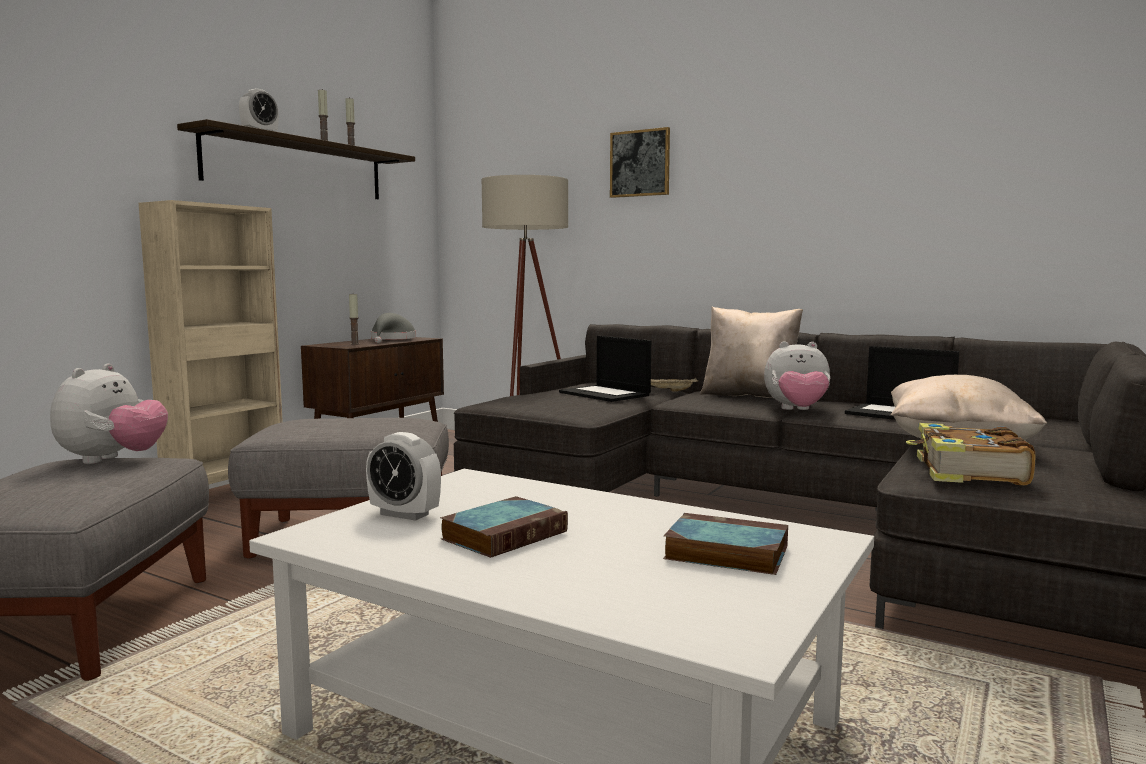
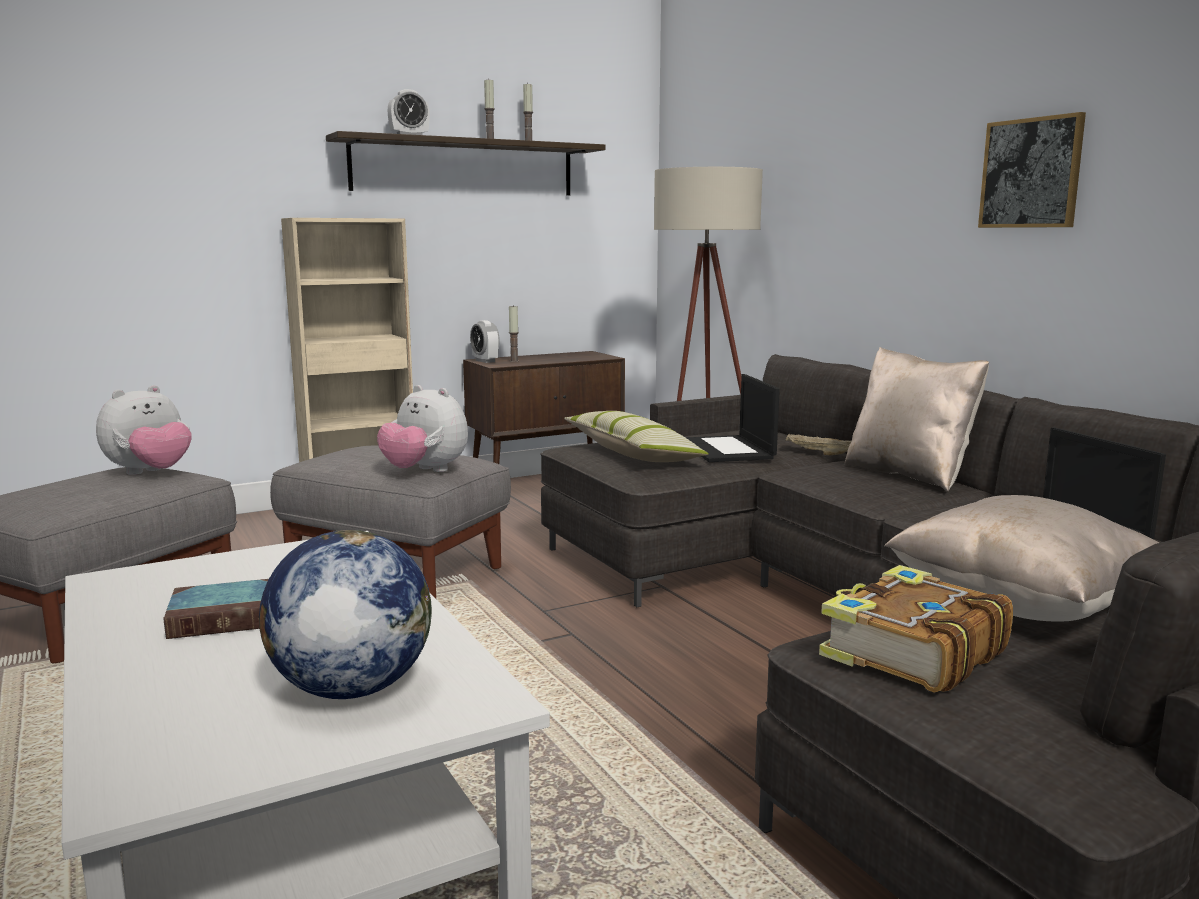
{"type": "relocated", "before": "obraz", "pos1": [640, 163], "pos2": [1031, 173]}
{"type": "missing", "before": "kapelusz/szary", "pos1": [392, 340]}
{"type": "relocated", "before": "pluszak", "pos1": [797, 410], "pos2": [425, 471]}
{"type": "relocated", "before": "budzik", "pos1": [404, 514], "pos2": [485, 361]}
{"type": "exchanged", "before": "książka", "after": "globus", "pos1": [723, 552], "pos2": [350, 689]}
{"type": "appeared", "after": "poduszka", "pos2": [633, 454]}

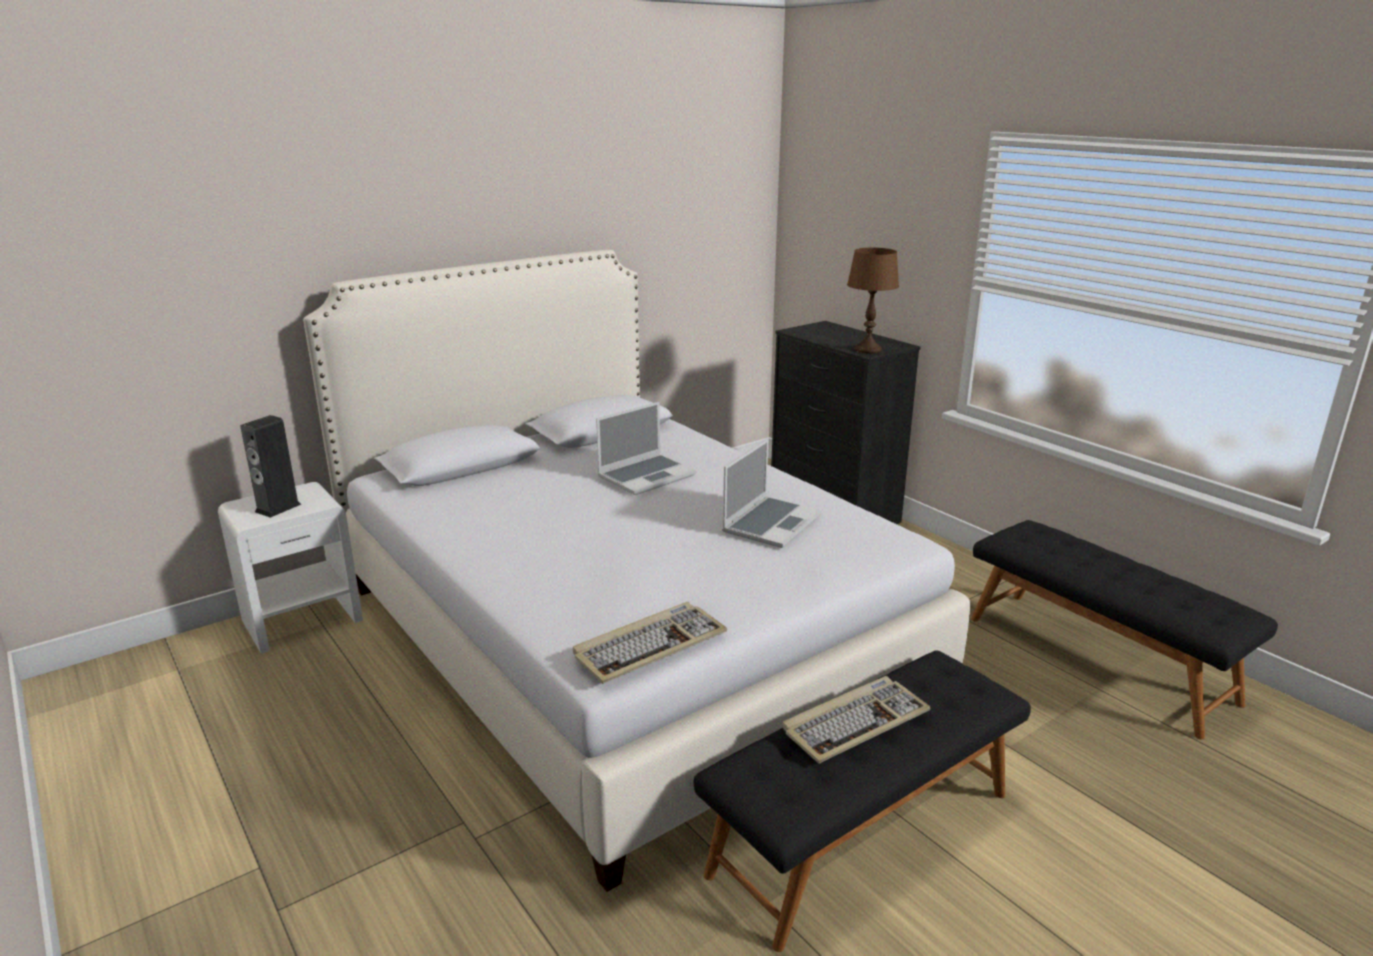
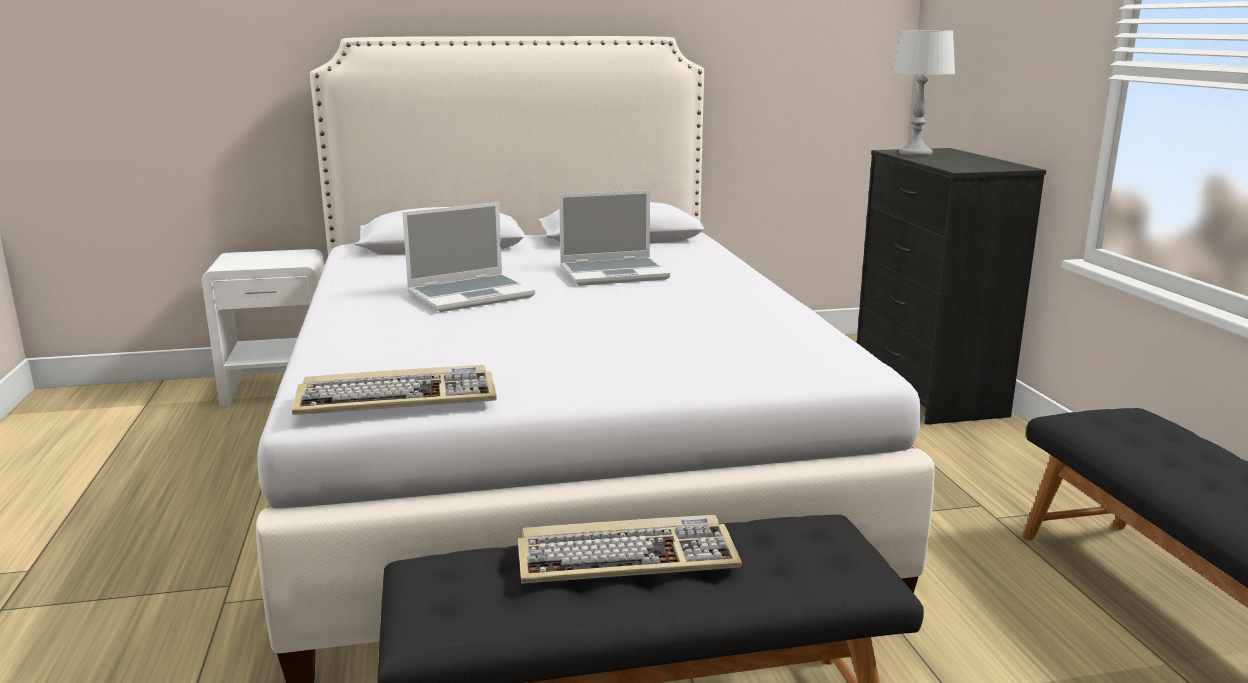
{"type": "missing", "before": "lampa stołowa/brązowy", "pos1": [868, 350]}
{"type": "missing", "before": "głośnik", "pos1": [278, 508]}
{"type": "relocated", "before": "laptop", "pos1": [771, 523], "pos2": [471, 295]}
{"type": "appeared", "after": "lampa stołowa/szary", "pos2": [914, 153]}

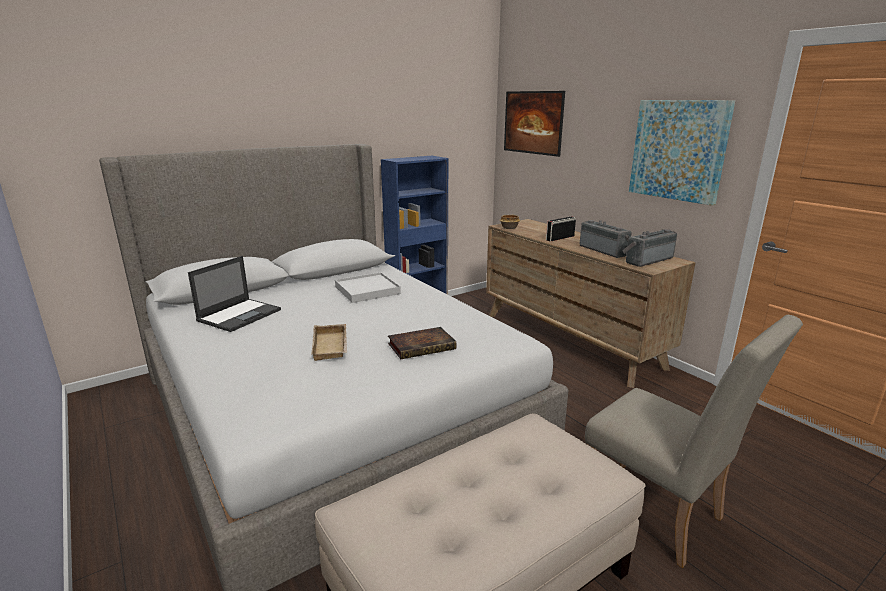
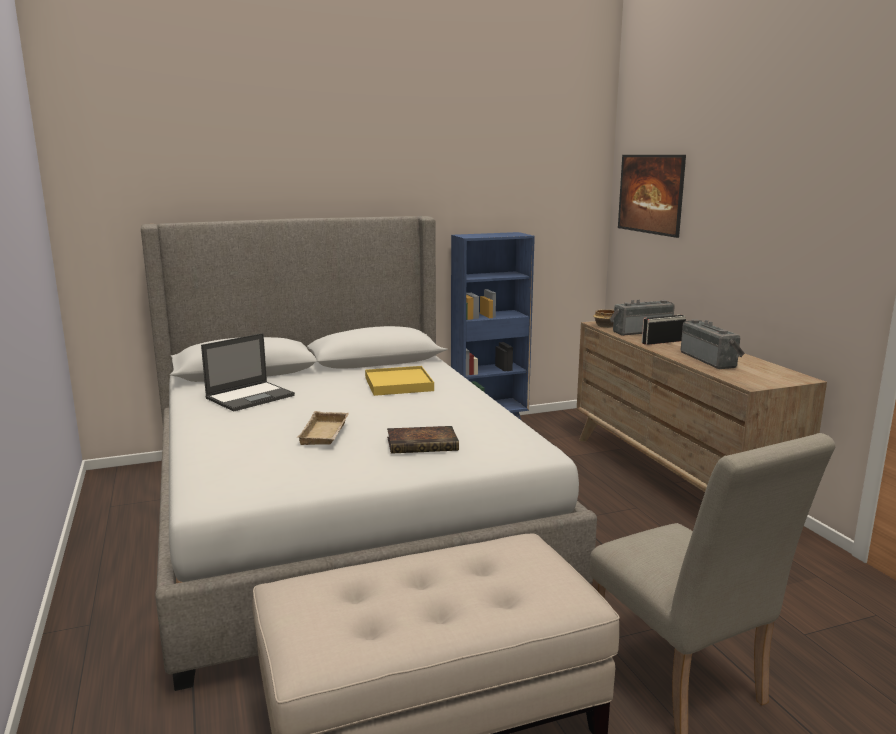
{"type": "missing", "before": "obraz", "pos1": [678, 150]}
{"type": "relocated", "before": "radio", "pos1": [646, 260], "pos2": [640, 331]}
{"type": "colour", "before": "taca/biały", "after": "taca/żółty", "pos1": [367, 290], "pos2": [399, 384]}

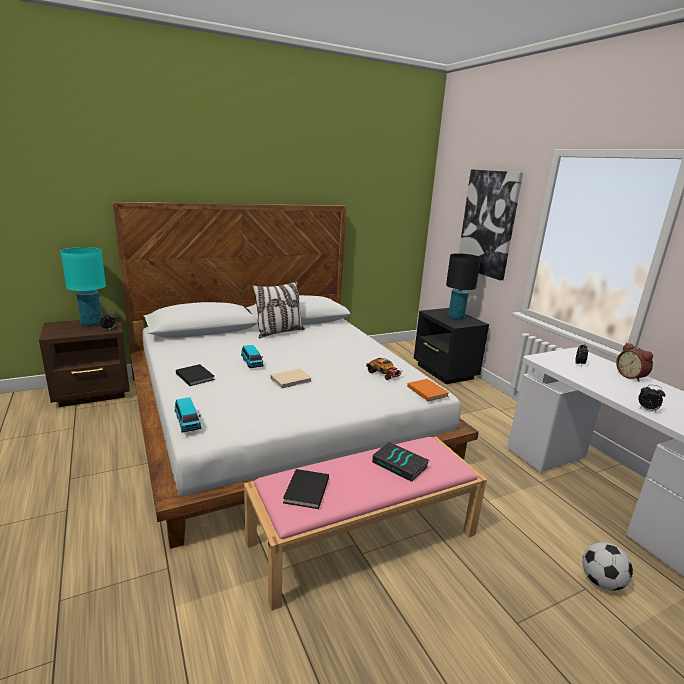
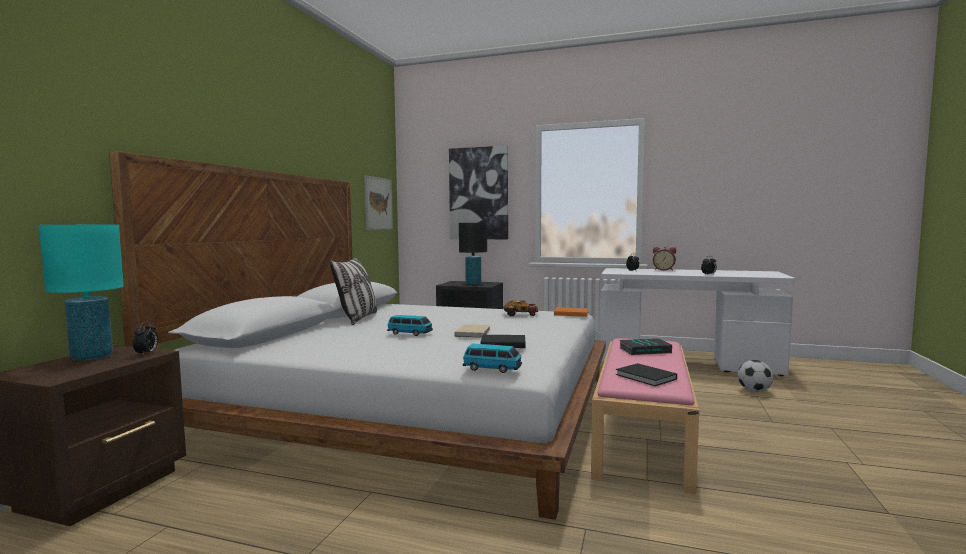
{"type": "relocated", "before": "książka/czarny", "pos1": [195, 376], "pos2": [502, 343]}
{"type": "appeared", "after": "obraz", "pos2": [378, 203]}

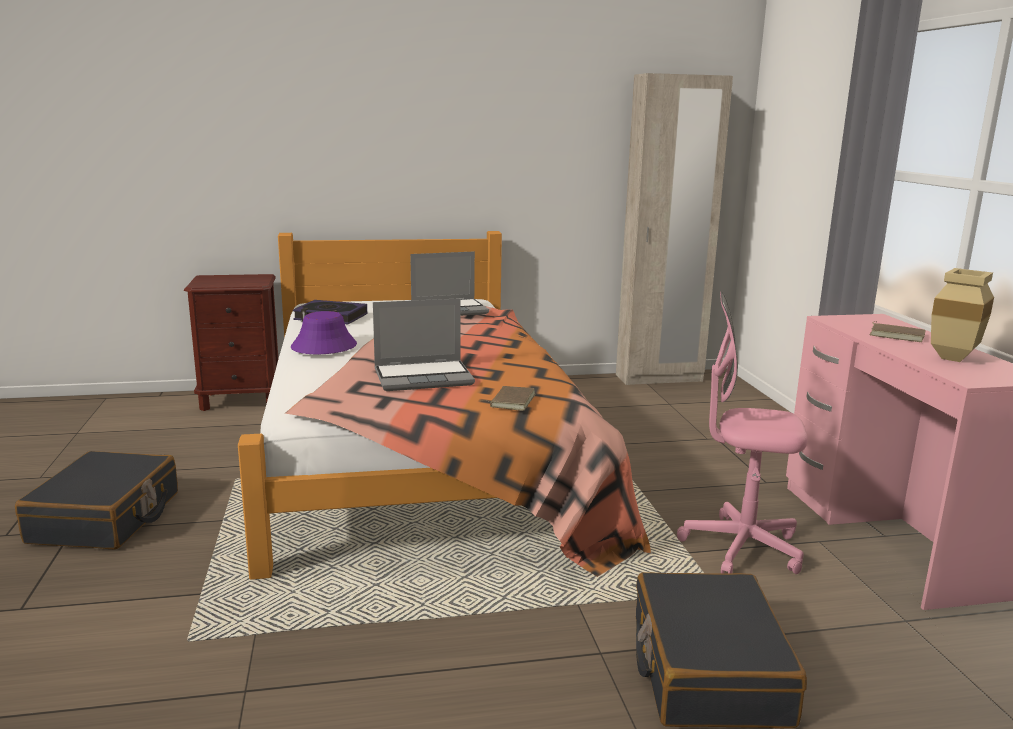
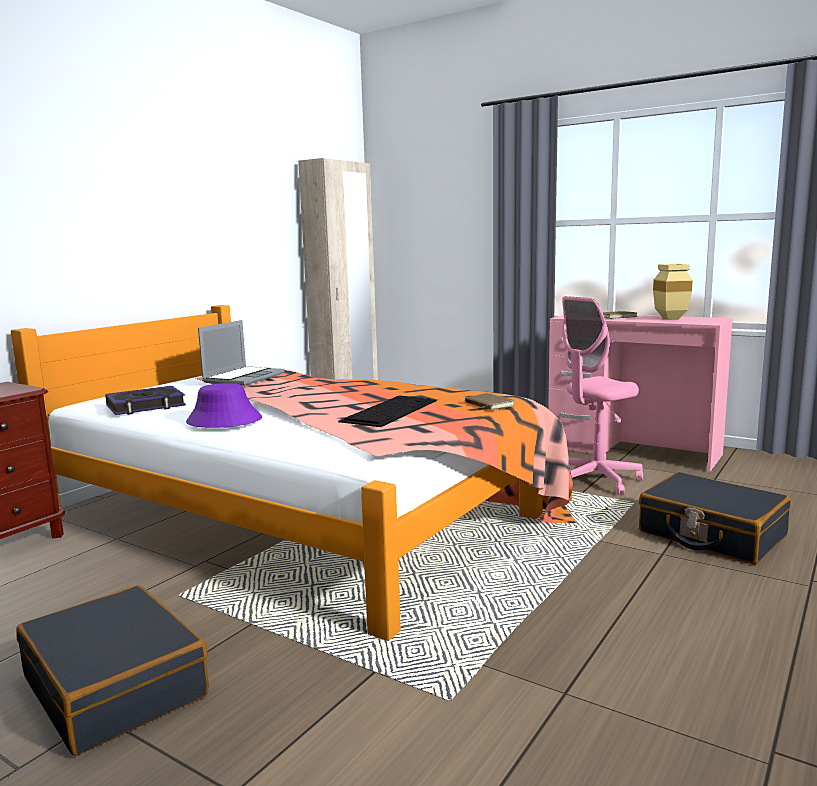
{"type": "exchanged", "before": "laptop", "after": "klawiatura", "pos1": [424, 377], "pos2": [389, 410]}

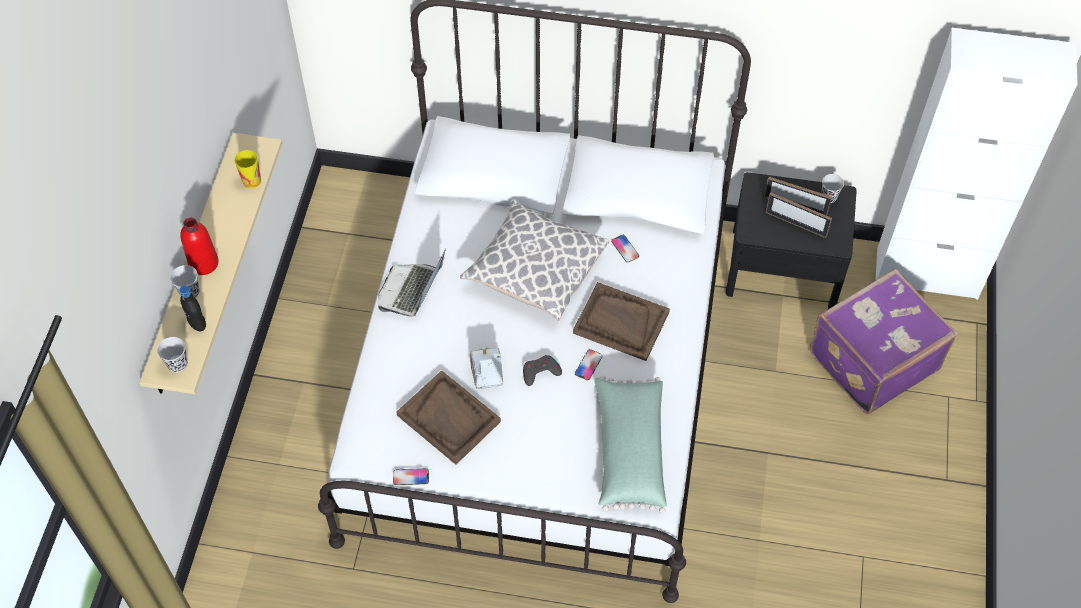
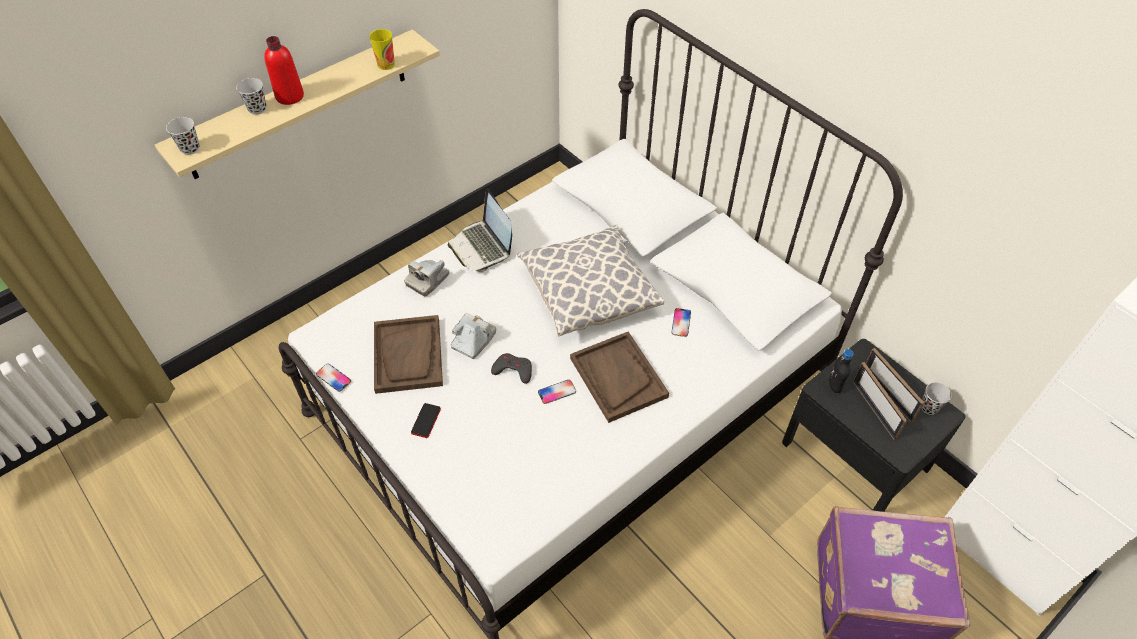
{"type": "spun", "before": "laptop", "pos1": [411, 291], "pos2": [482, 247], "turn": -90}
{"type": "relocated", "before": "butelka/czarny", "pos1": [197, 324], "pos2": [834, 385]}
{"type": "missing", "before": "poduszka/zielony", "pos1": [628, 451]}
{"type": "appeared", "after": "aparat fotograficzny", "pos2": [427, 280]}
{"type": "appeared", "after": "telefon", "pos2": [426, 421]}

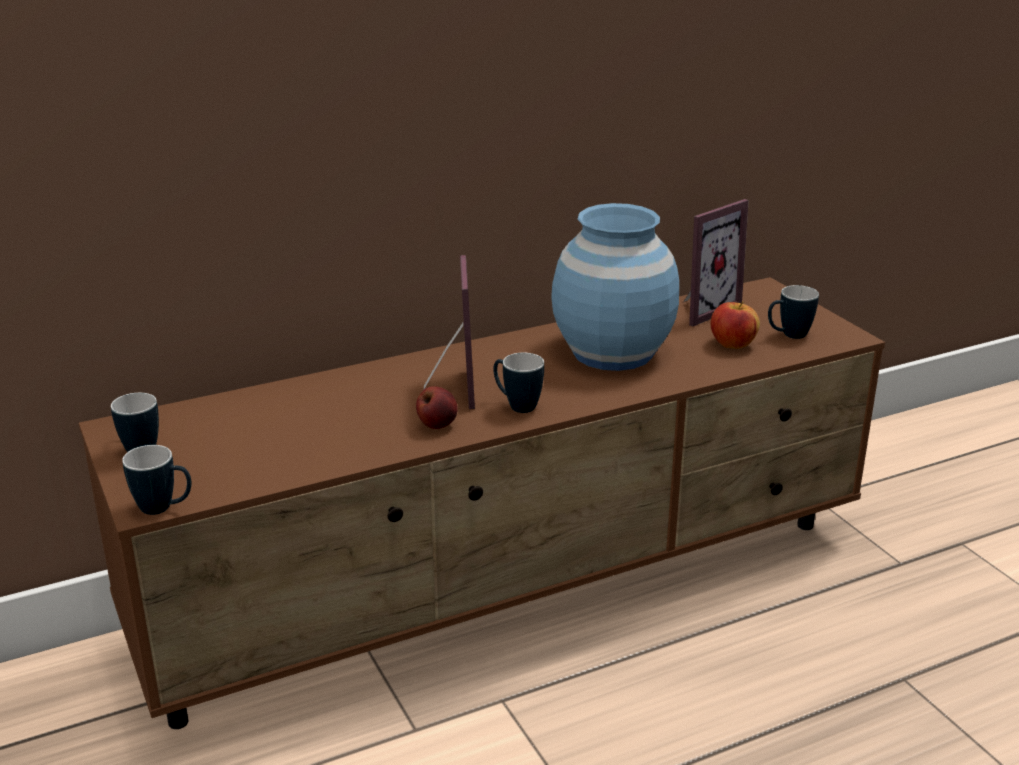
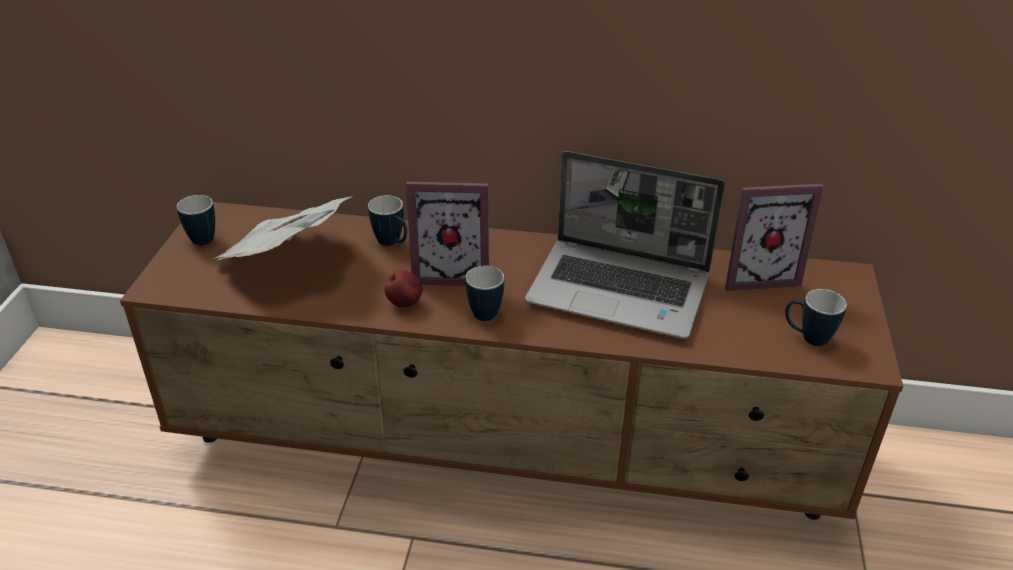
{"type": "exchanged", "before": "wazon/niebieski", "after": "laptop", "pos1": [612, 353], "pos2": [621, 290]}
{"type": "spun", "before": "ramka na zdjęcie", "pos1": [448, 389], "pos2": [452, 272], "turn": 60}
{"type": "missing", "before": "jabłko", "pos1": [732, 344]}
{"type": "relocated", "before": "kubek", "pos1": [164, 509], "pos2": [392, 243]}
{"type": "appeared", "after": "gazeta", "pos2": [287, 259]}

